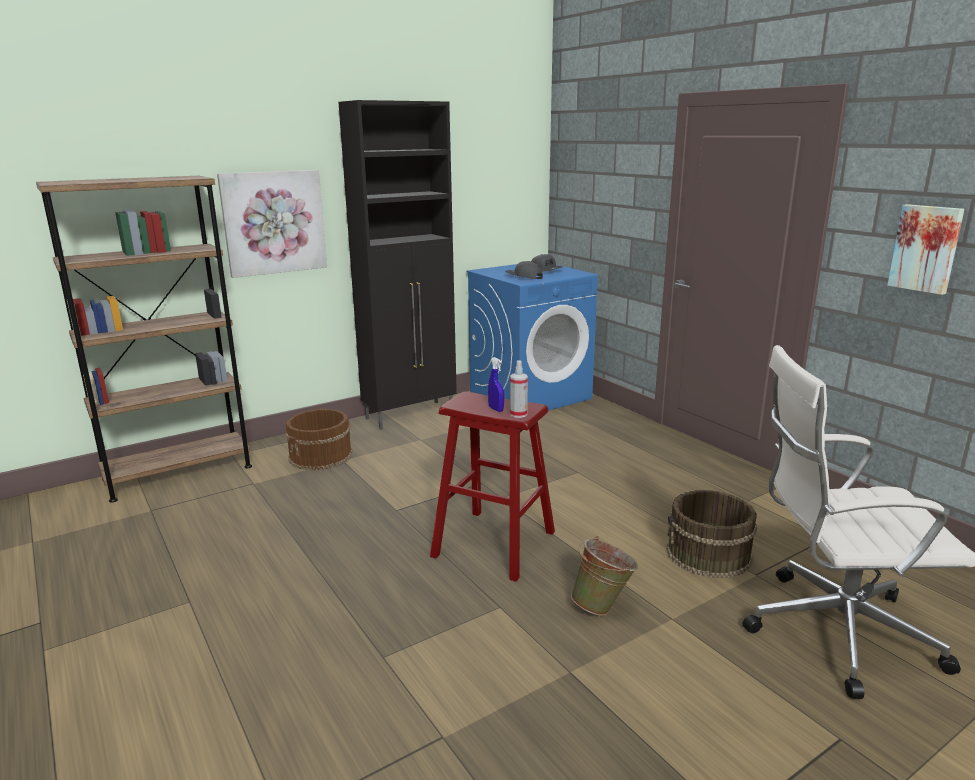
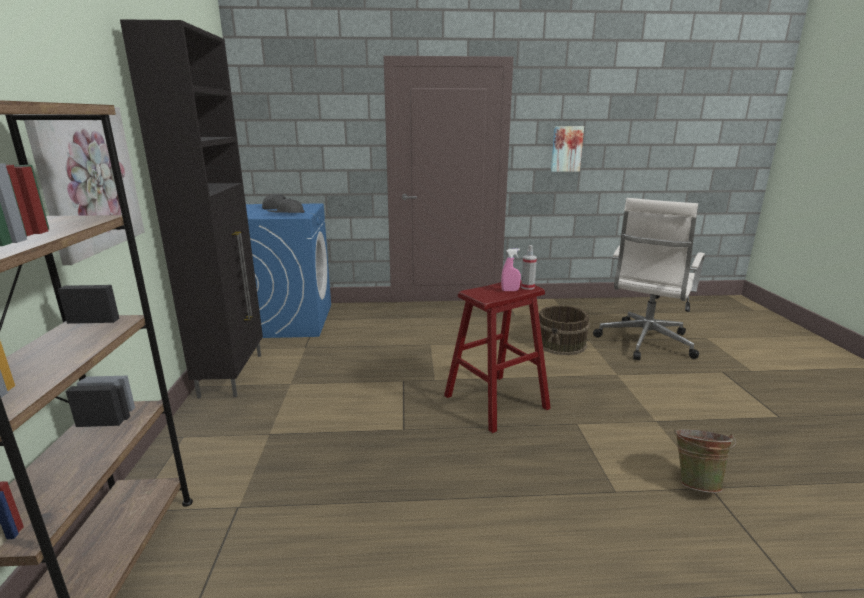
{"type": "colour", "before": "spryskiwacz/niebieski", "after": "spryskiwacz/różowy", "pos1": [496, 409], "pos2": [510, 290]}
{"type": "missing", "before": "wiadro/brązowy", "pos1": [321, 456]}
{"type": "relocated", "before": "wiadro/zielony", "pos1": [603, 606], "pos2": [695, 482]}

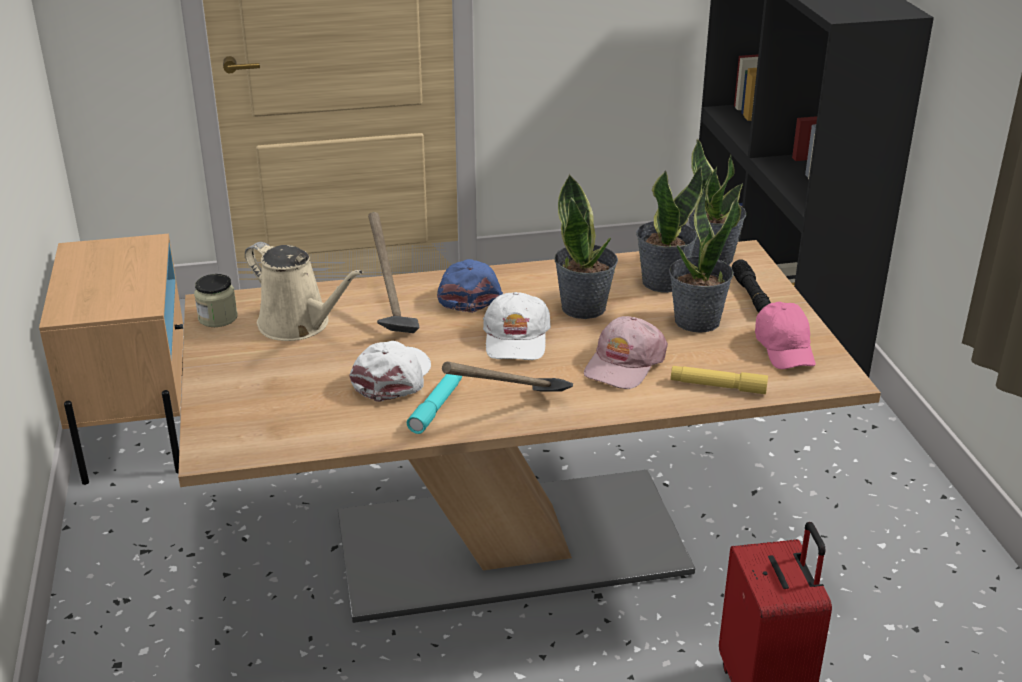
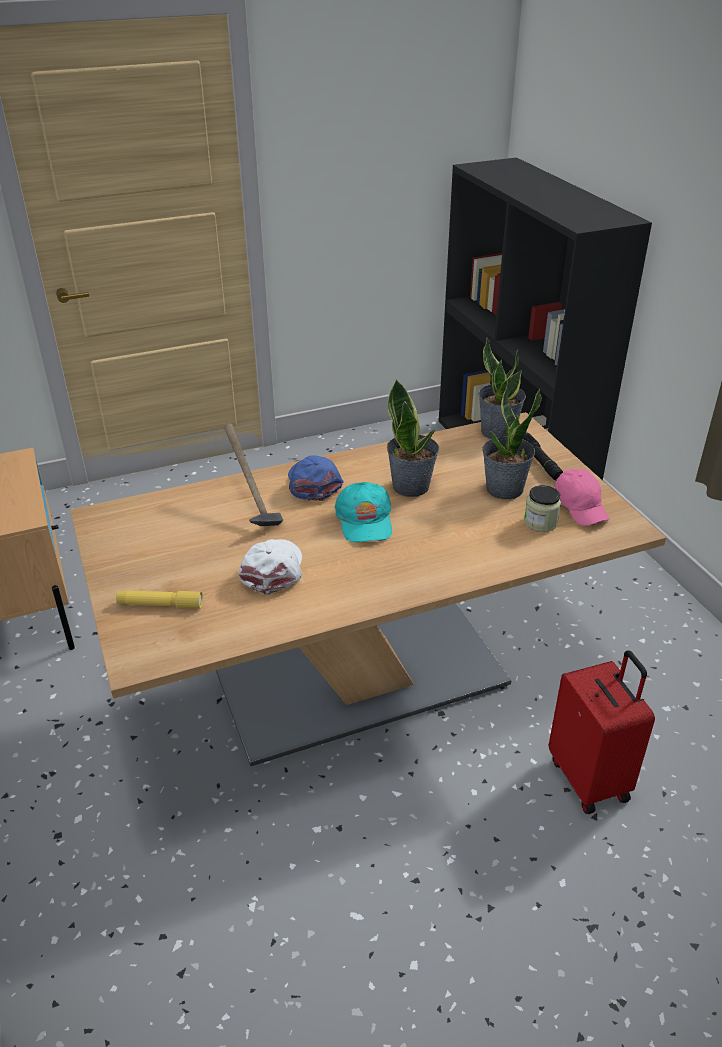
{"type": "missing", "before": "roślina doniczkowa", "pos1": [662, 281]}
{"type": "missing", "before": "konewka/beżowy", "pos1": [299, 325]}
{"type": "relocated", "before": "słoik", "pos1": [218, 318], "pos2": [540, 522]}
{"type": "colour", "before": "czapka z daszkiem/biały", "after": "czapka z daszkiem/turkusowy", "pos1": [516, 338], "pos2": [365, 520]}
{"type": "missing", "before": "czapka z daszkiem/różowy", "pos1": [624, 364]}
{"type": "missing", "before": "młotek", "pos1": [511, 417]}
{"type": "relocated", "before": "latarka/żółty", "pos1": [718, 386], "pos2": [160, 604]}
{"type": "missing", "before": "latarka/turkusowy", "pos1": [436, 407]}

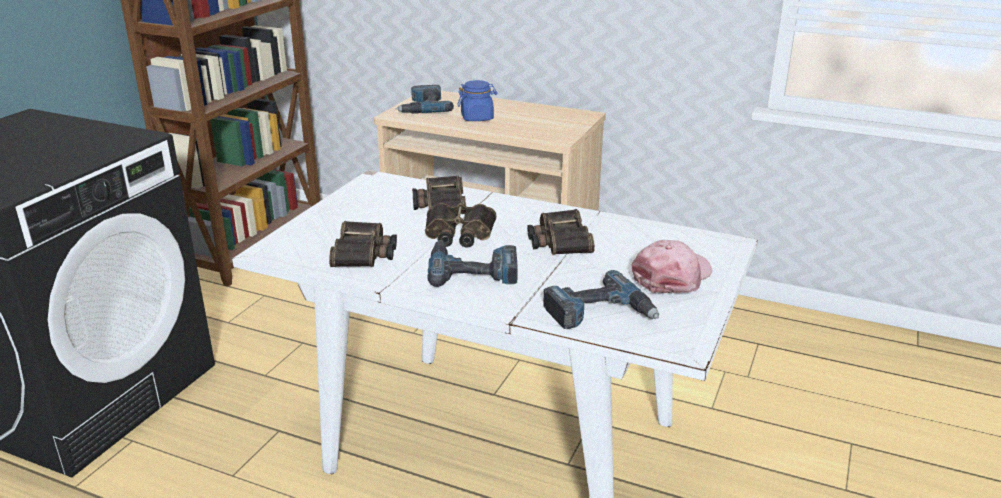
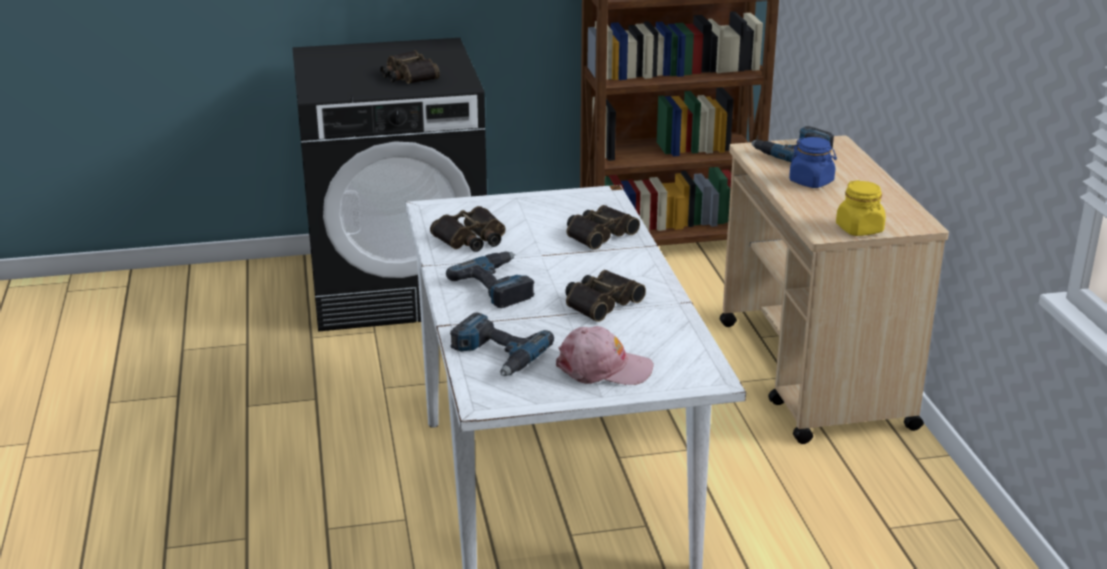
{"type": "relocated", "before": "lornetka", "pos1": [458, 234], "pos2": [408, 76]}
{"type": "appeared", "after": "słoik/żółty", "pos2": [859, 229]}

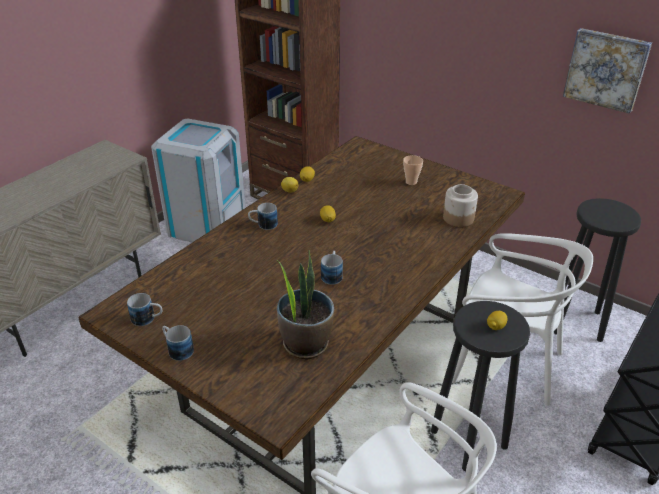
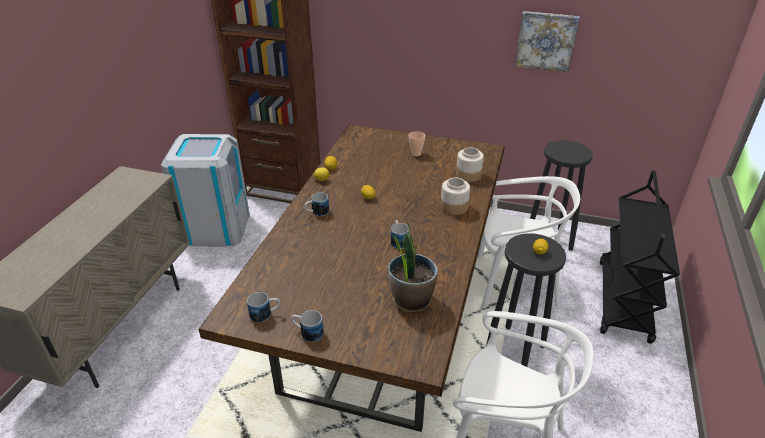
{"type": "appeared", "after": "słoik", "pos2": [453, 207]}

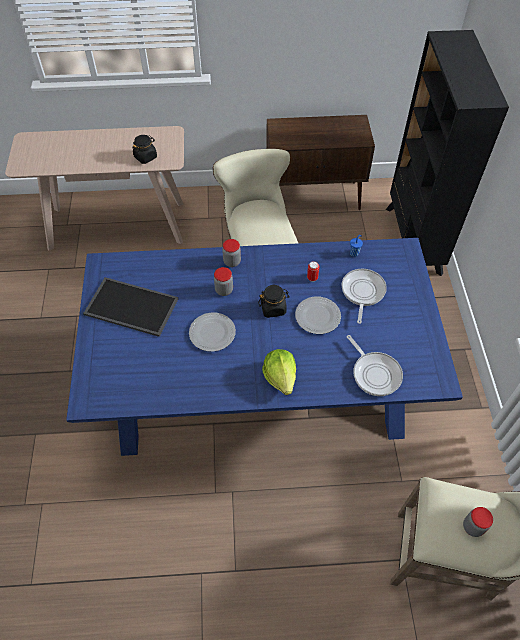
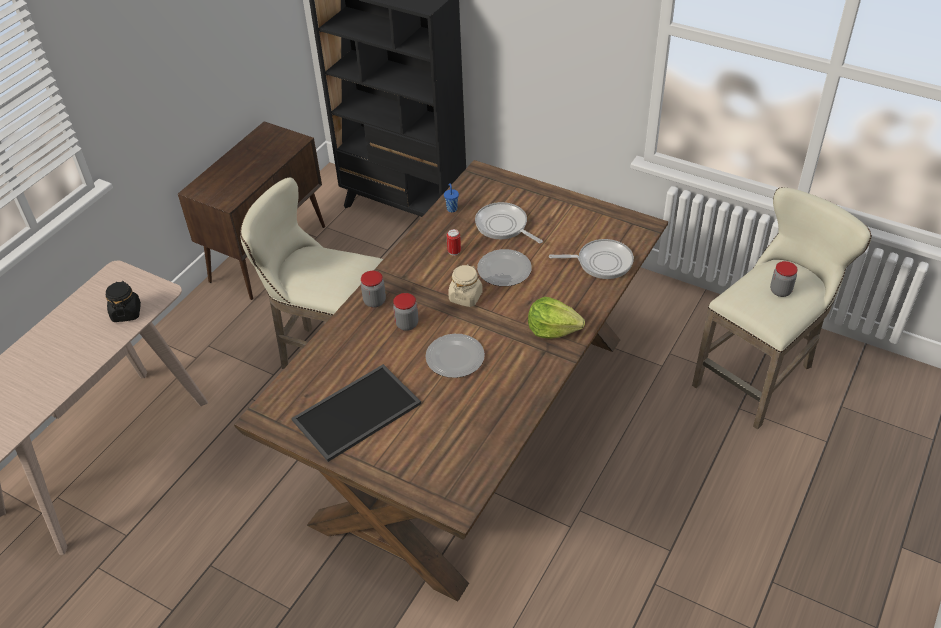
{"type": "colour", "before": "stół jadalny/niebieski", "after": "stół jadalny/brązowy", "pos1": [261, 388], "pos2": [475, 424]}
{"type": "colour", "before": "słoik/czarny", "after": "słoik/beżowy", "pos1": [273, 308], "pos2": [465, 297]}

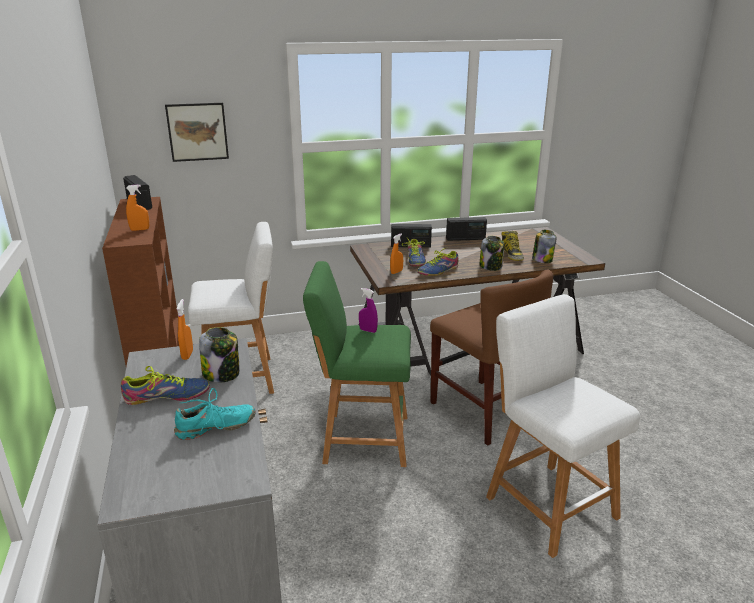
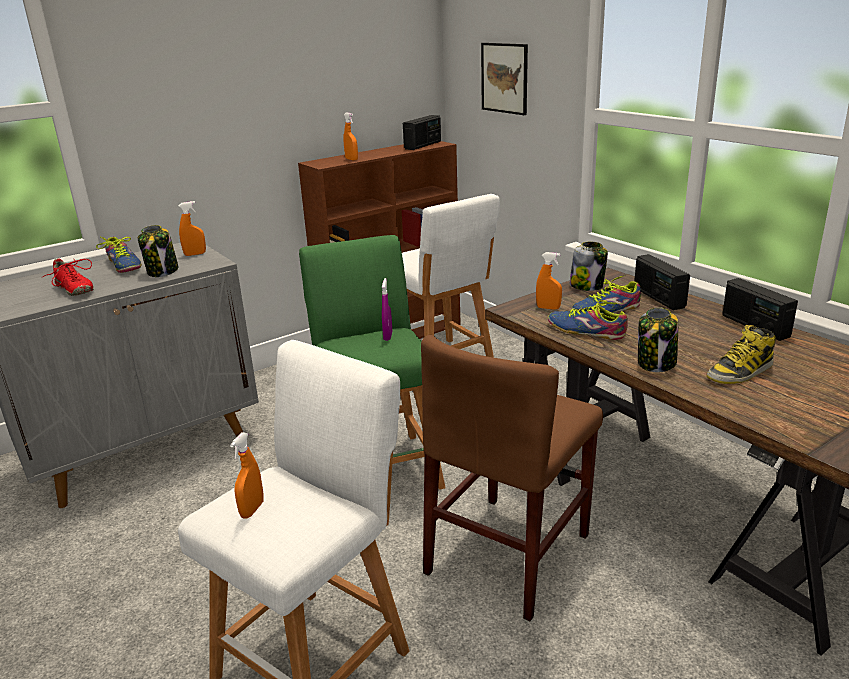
{"type": "relocated", "before": "słoik", "pos1": [542, 260], "pos2": [587, 286]}
{"type": "colour", "before": "but/turkusowy", "after": "but/czerwony", "pos1": [216, 428], "pos2": [74, 290]}
{"type": "appeared", "after": "spryskiwacz/pomarańczowy", "pos2": [252, 510]}

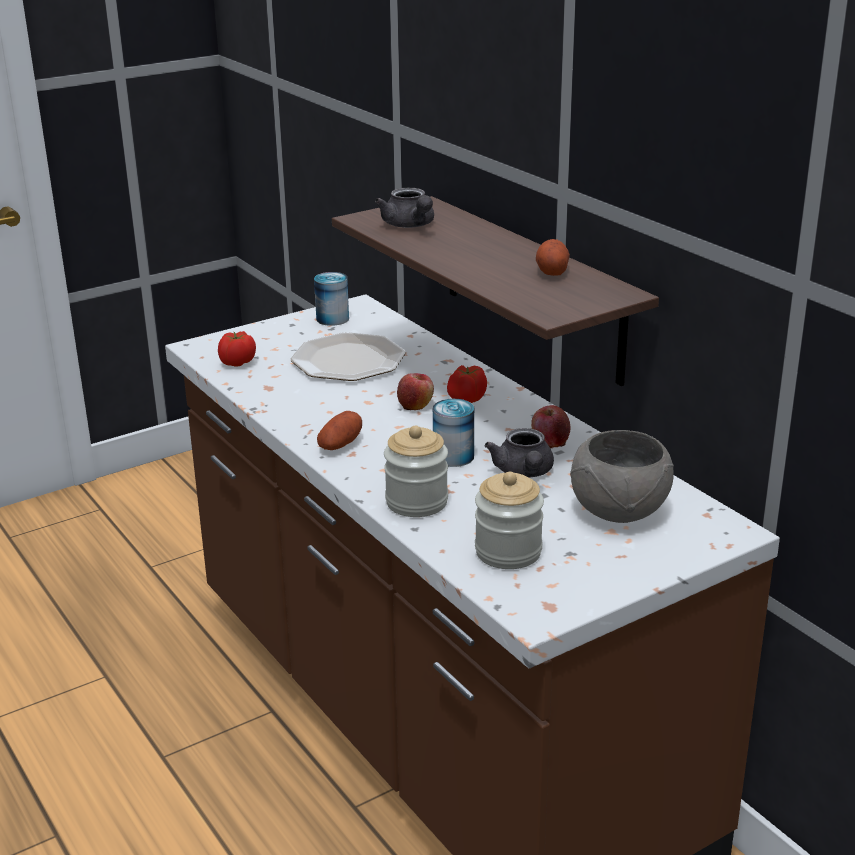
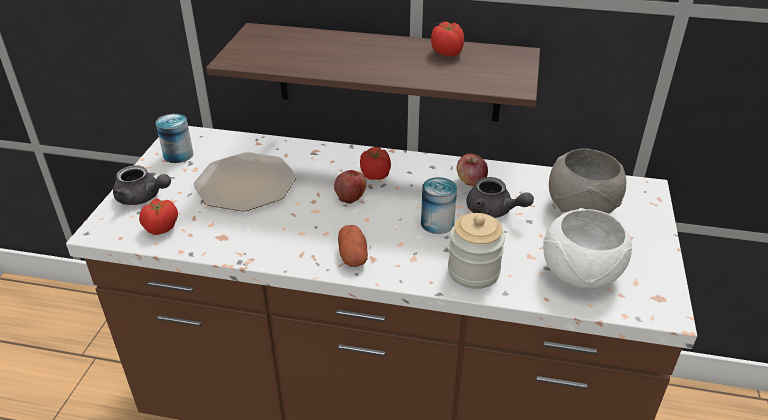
{"type": "relocated", "before": "imbryk/szary", "pos1": [410, 225], "pos2": [142, 198]}
{"type": "exchanged", "before": "ziemniak", "after": "pomidor", "pos1": [552, 270], "pos2": [447, 53]}
{"type": "exchanged", "before": "słoik", "after": "miska/biały", "pos1": [508, 552], "pos2": [579, 274]}

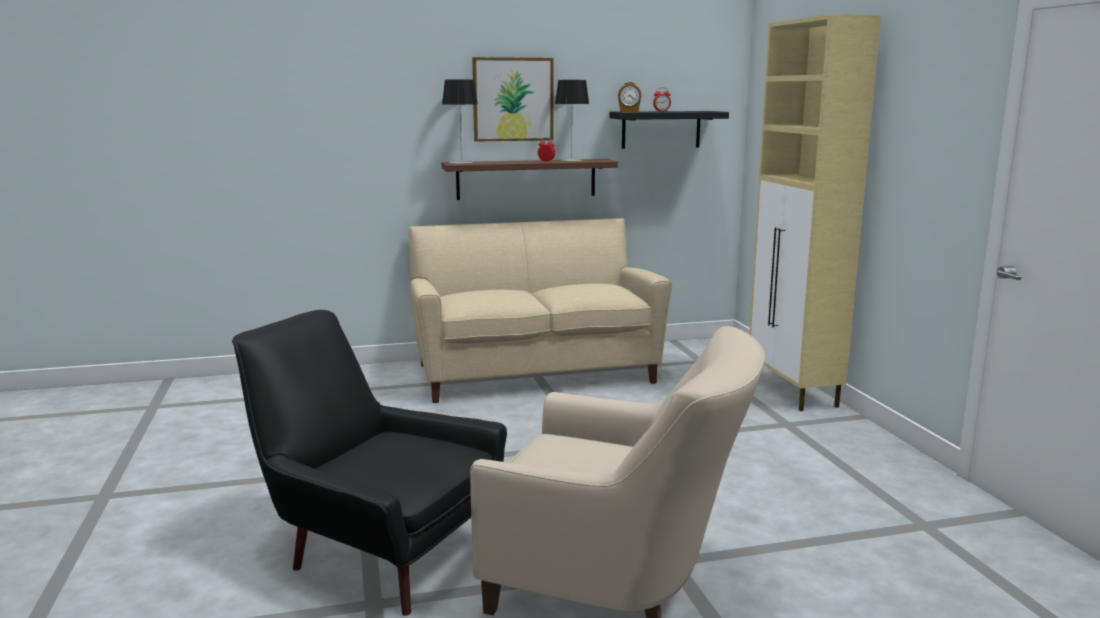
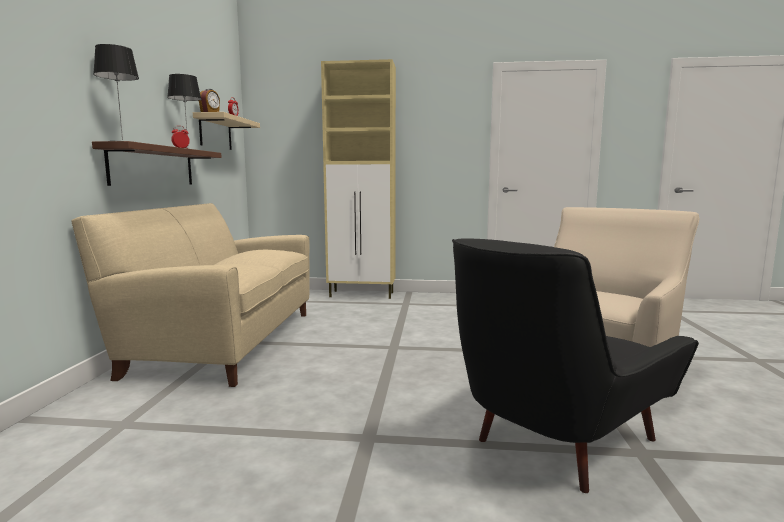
{"type": "missing", "before": "obraz", "pos1": [513, 99]}
{"type": "colour", "before": "półka/czarny", "after": "półka/beżowy", "pos1": [661, 129], "pos2": [215, 133]}

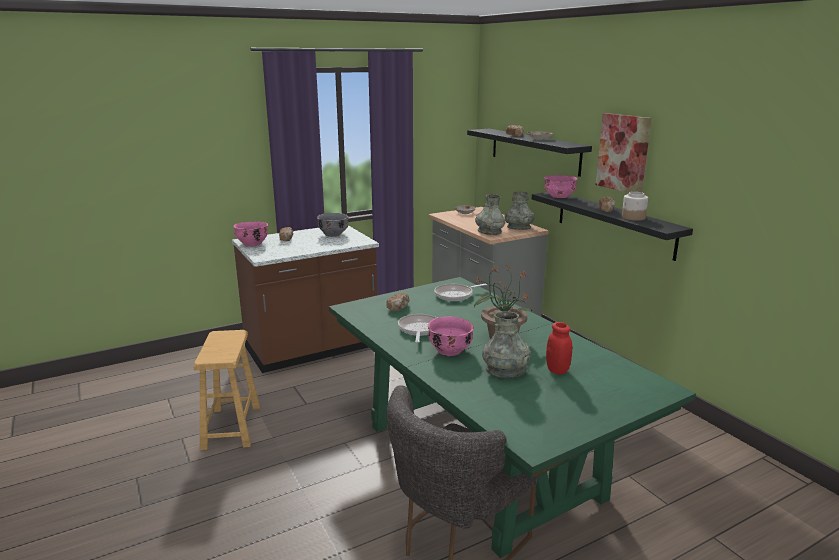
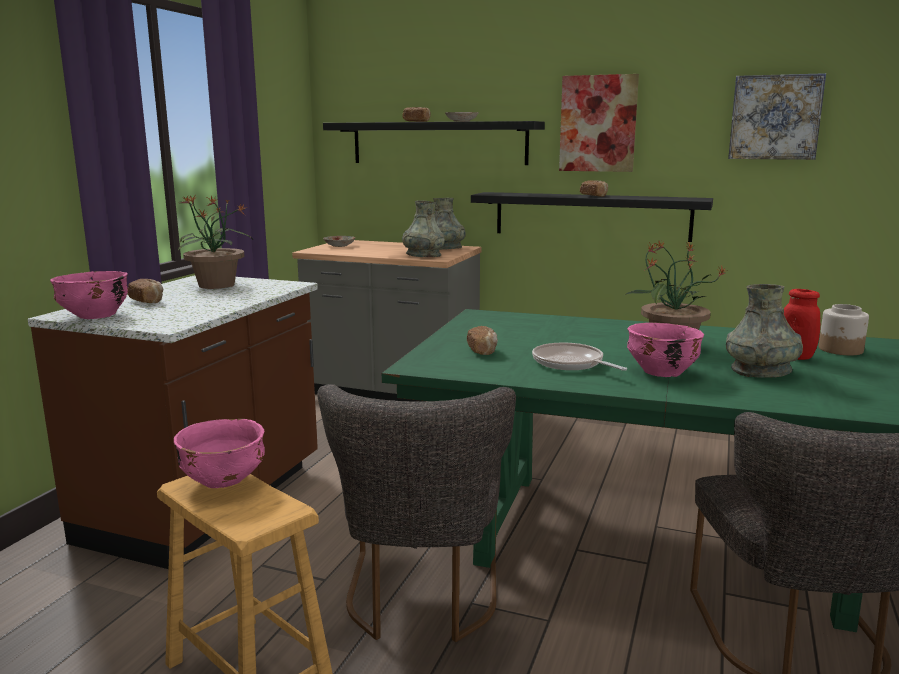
{"type": "relocated", "before": "miska/różowy", "pos1": [559, 197], "pos2": [224, 481]}
{"type": "relocated", "before": "słoik", "pos1": [633, 217], "pos2": [841, 350]}
{"type": "exchanged", "before": "miska/szary", "after": "roślina doniczkowa", "pos1": [333, 234], "pos2": [217, 285]}
{"type": "missing", "before": "patelnia", "pos1": [456, 295]}
{"type": "appeared", "after": "obraz", "pos2": [775, 117]}
{"type": "appeared", "after": "krzesło/szary", "pos2": [421, 599]}

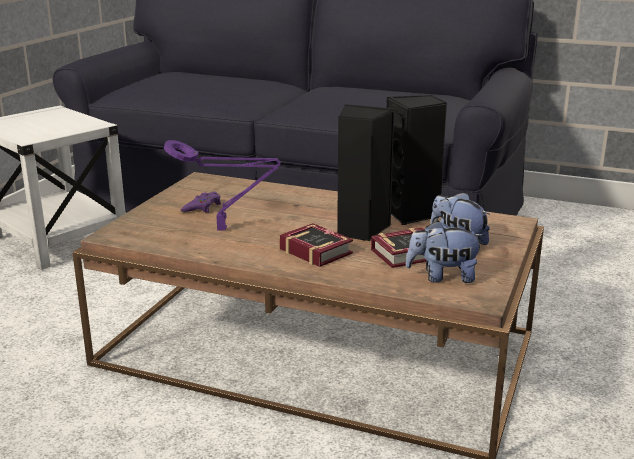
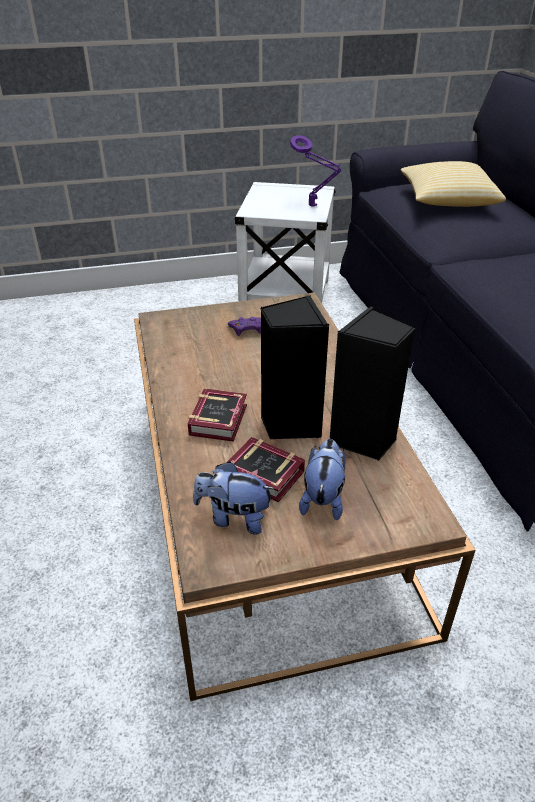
{"type": "relocated", "before": "lampa stołowa/fioletowy", "pos1": [226, 230], "pos2": [314, 207]}
{"type": "spun", "before": "pluszak", "pos1": [442, 277], "pos2": [234, 518], "turn": -45}
{"type": "appeared", "after": "poduszka", "pos2": [447, 201]}

